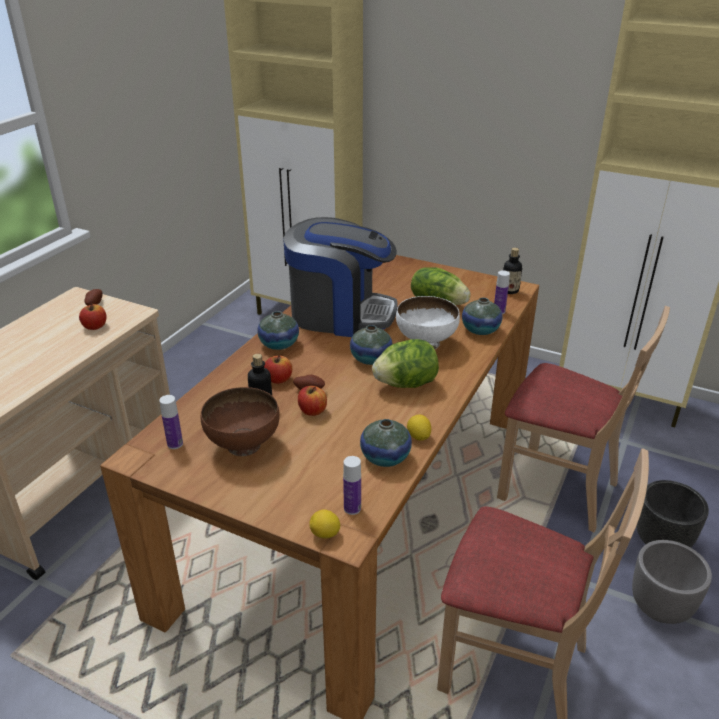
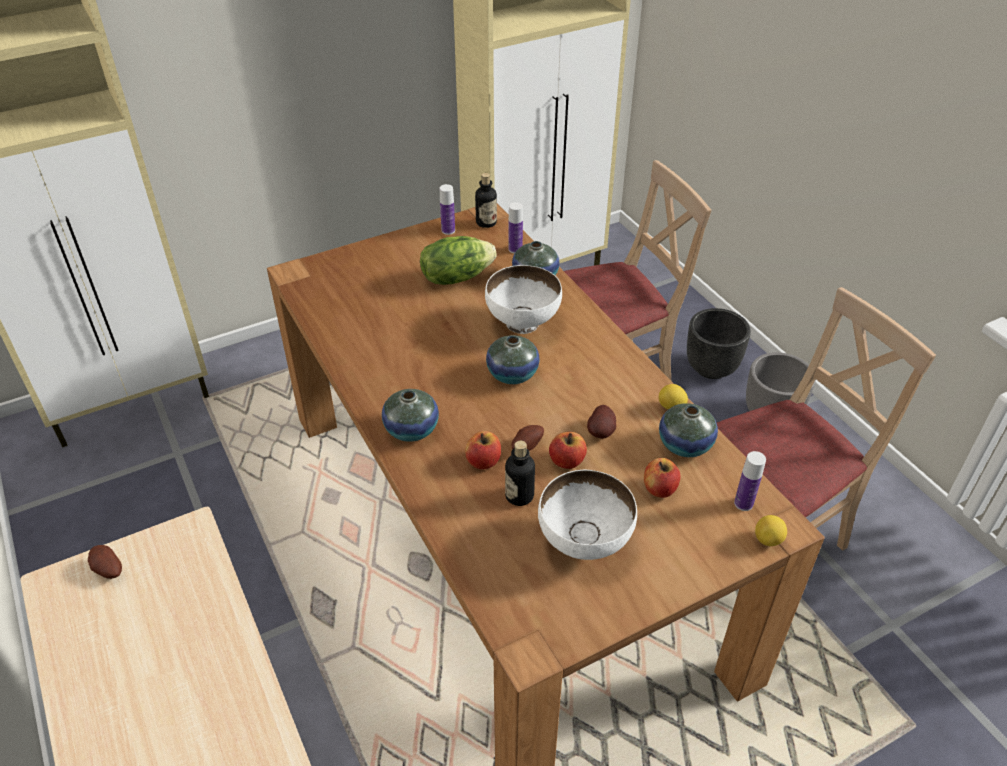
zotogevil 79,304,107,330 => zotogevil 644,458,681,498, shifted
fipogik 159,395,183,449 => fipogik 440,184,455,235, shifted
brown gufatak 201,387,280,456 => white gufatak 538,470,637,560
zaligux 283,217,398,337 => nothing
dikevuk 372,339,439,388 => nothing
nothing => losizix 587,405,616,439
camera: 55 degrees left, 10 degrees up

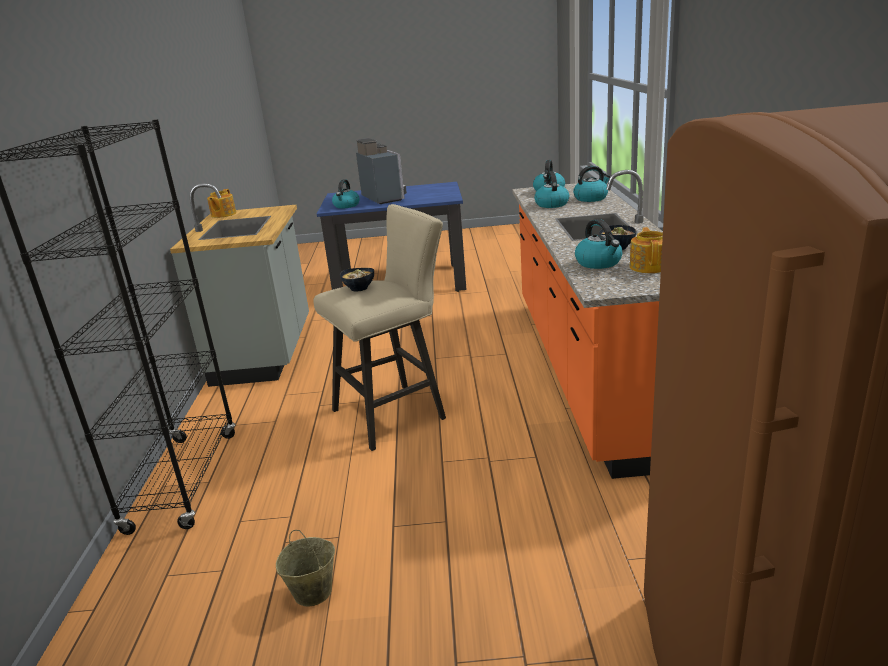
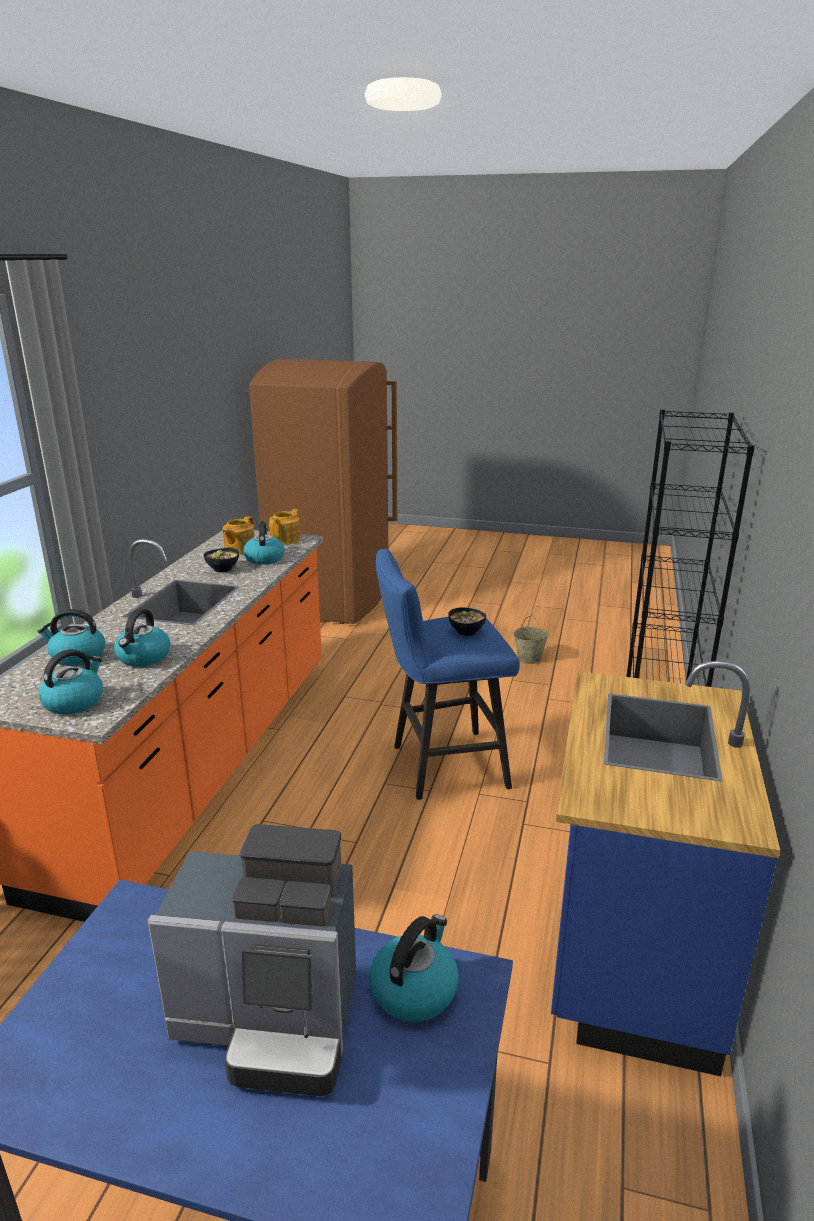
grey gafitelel 170,183,309,387 => blue gafitelel 551,661,780,1076
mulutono 207,189,236,218 => mulutono 269,509,300,545, shifted
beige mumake 313,204,446,451 => blue mumake 376,549,520,800
zaligux 356,138,407,204 => zaligux 148,824,356,1096, 75 degrees counterclockwise
camera: 165 degrees left, 0 degrees up

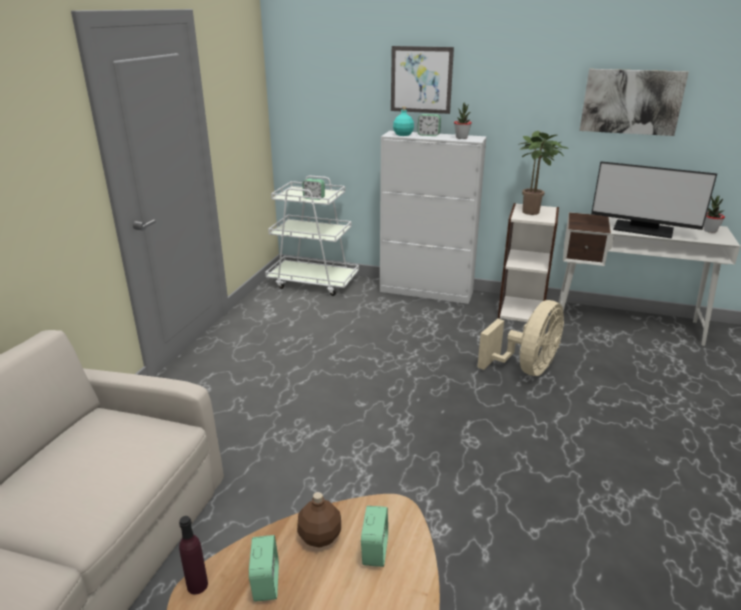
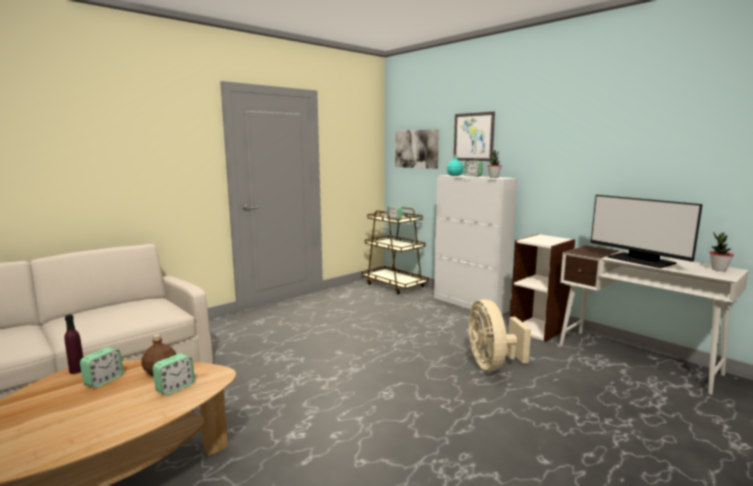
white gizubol 265,175,359,296 => brown gizubol 362,207,429,294
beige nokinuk 477,300,564,376 => beige nokinuk 468,299,531,371, 105 degrees clockwise
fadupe 518,131,569,215 => nothing
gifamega 580,69,689,136 => gifamega 395,129,439,169, shifted
camera: 30 degrees right, 15 degrees down

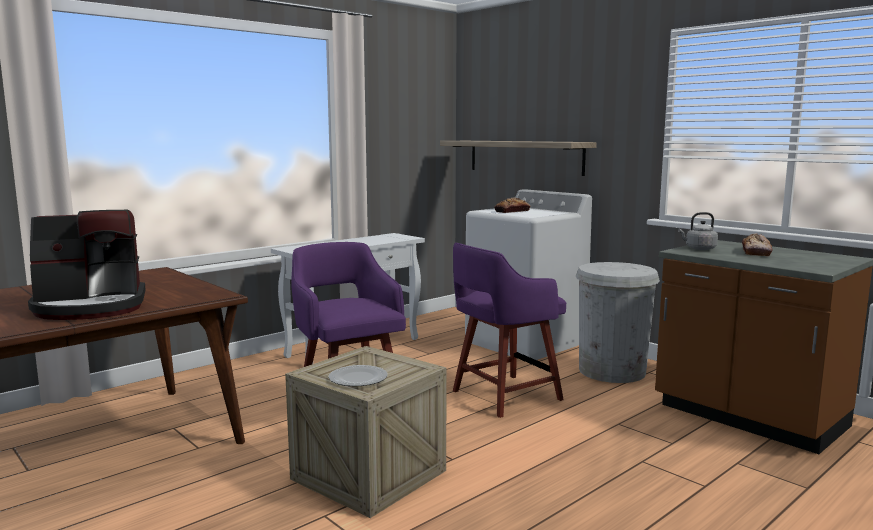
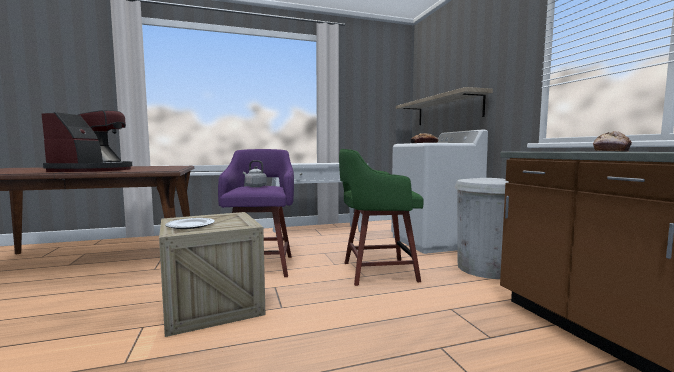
zaligux 28,209,146,320 => zaligux 41,110,132,172, 90 degrees counterclockwise
purple mumake 453,243,566,418 => green mumake 339,149,424,286
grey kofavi 678,212,718,250 => grey kofavi 243,160,267,187, shifted
camera: 25 degrees right, 5 degrees down

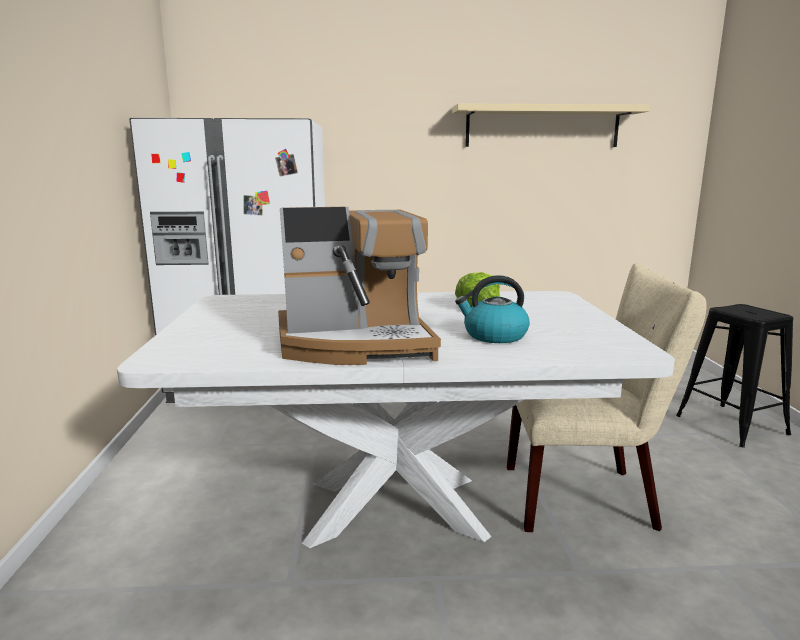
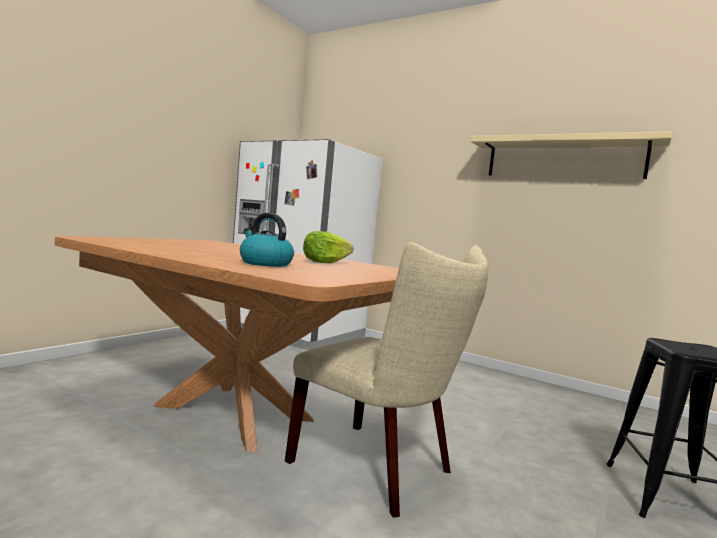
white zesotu 117,291,675,548 => brown zesotu 55,236,399,452
zaligux 278,207,441,365 => nothing
camera: 35 degrees right, 10 degrees down

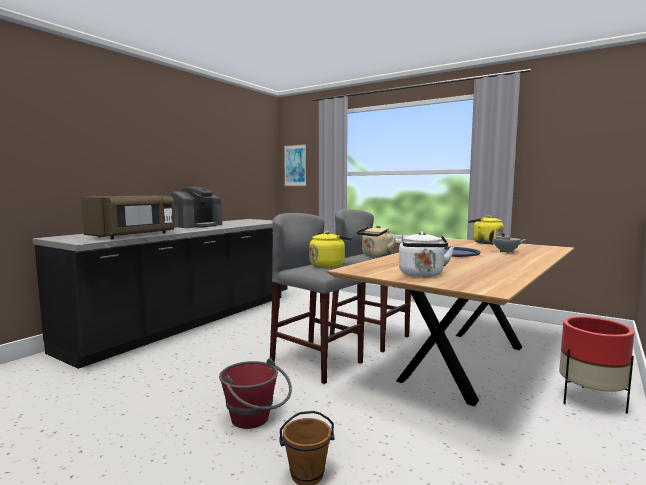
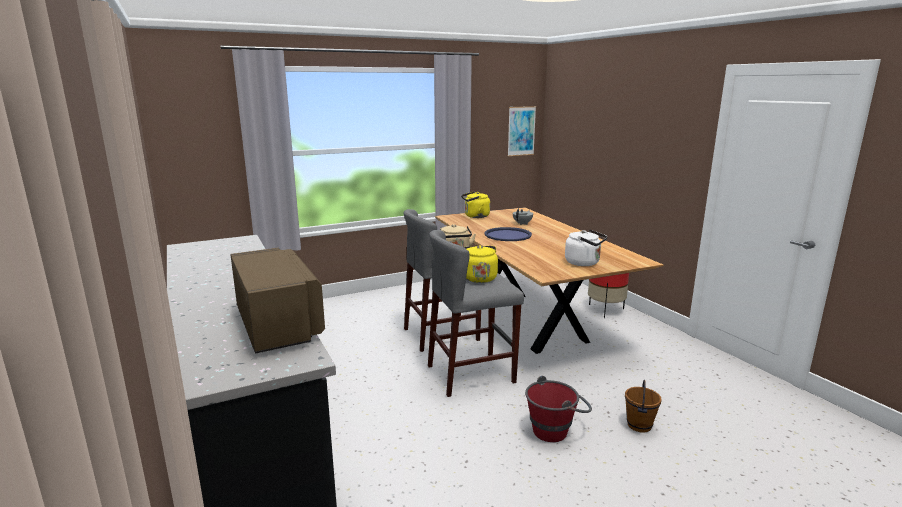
zaligux 171,187,222,228 => nothing
gifamega 284,144,306,186 => gifamega 508,106,536,156, shifted
camera: 60 degrees left, 10 degrees up

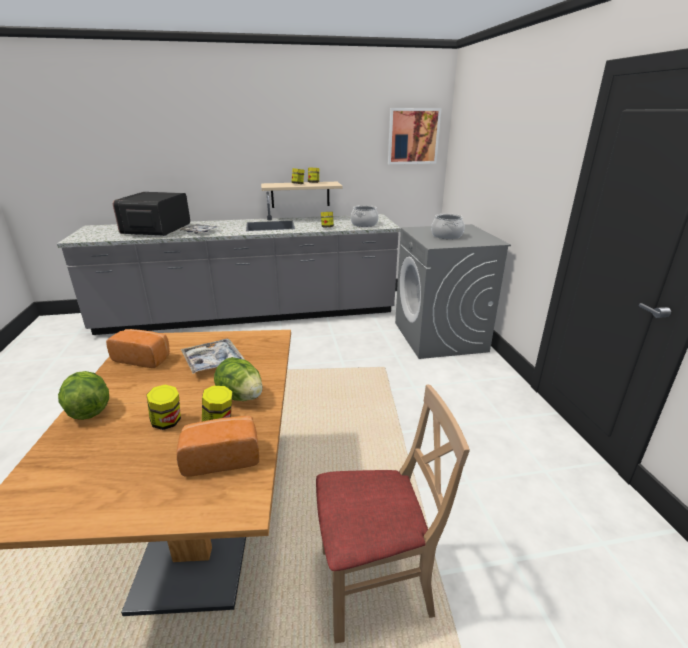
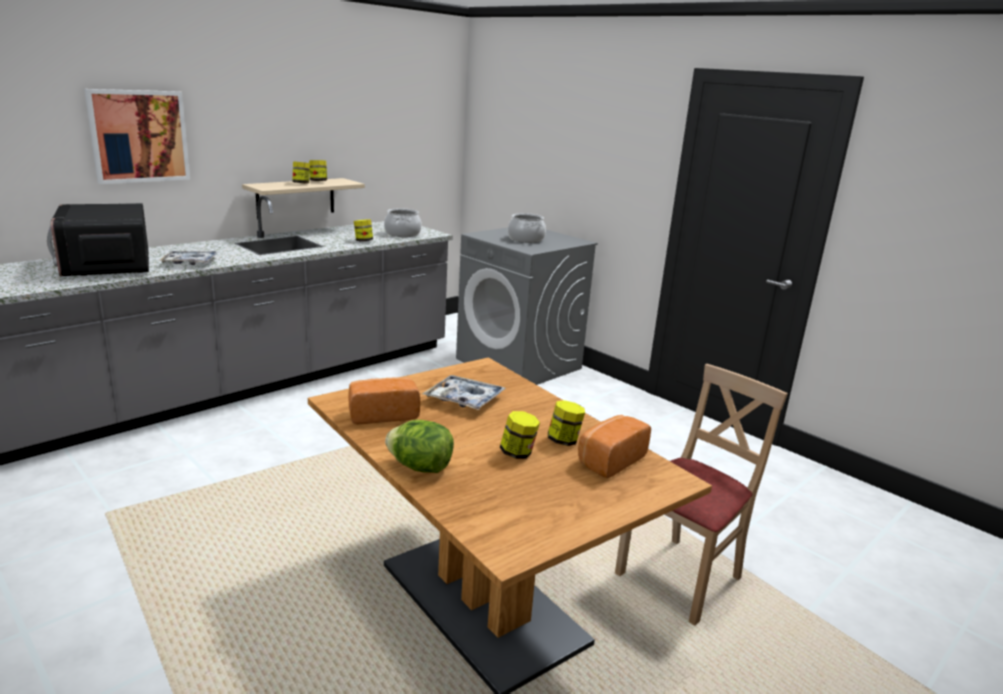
dikevuk 214,357,263,401 => nothing
gifamega 388,108,441,164 => gifamega 84,89,190,184, shifted
camera: 35 degrees left, 5 degrees down

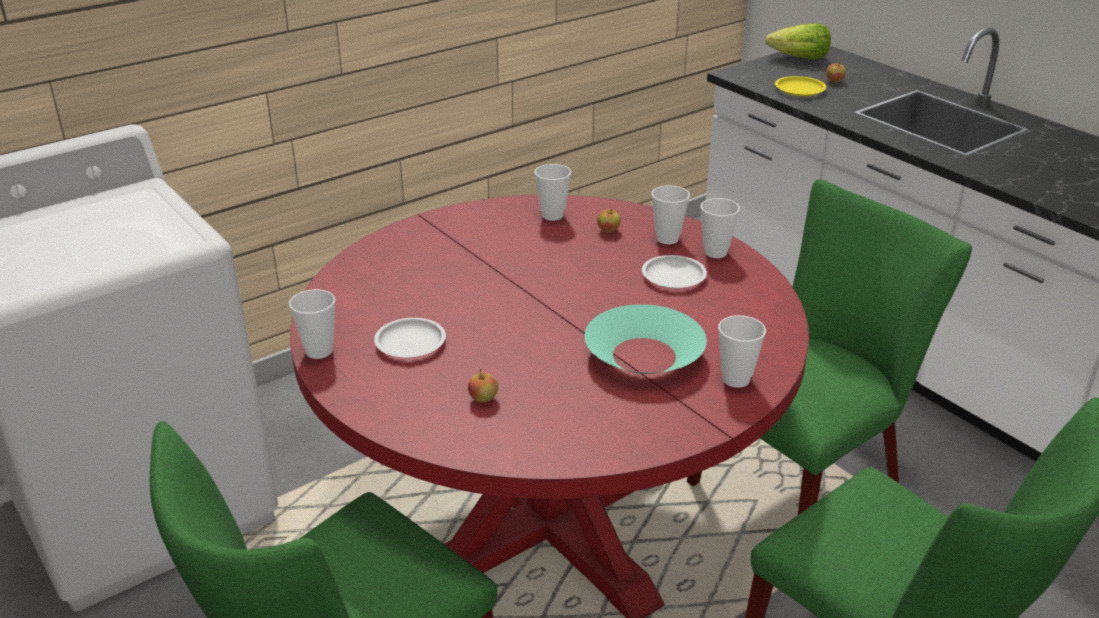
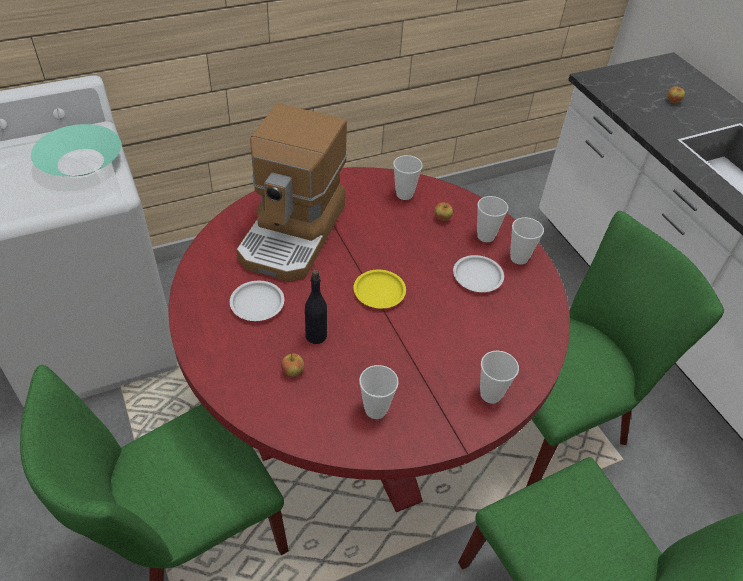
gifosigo 289,289,335,359 => gifosigo 359,365,399,419, shifted
turquoise gufatak 585,304,707,374 => turquoise gufatak 31,124,122,176, shifted
dikevuk 765,23,831,60 => nothing
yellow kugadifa 775,76,826,96 => yellow kugadifa 353,270,406,308, shifted
nothing => zaligux 236,103,347,282
nothing => black fipogik 305,270,327,344
camera: 10 degrees right, 15 degrees up

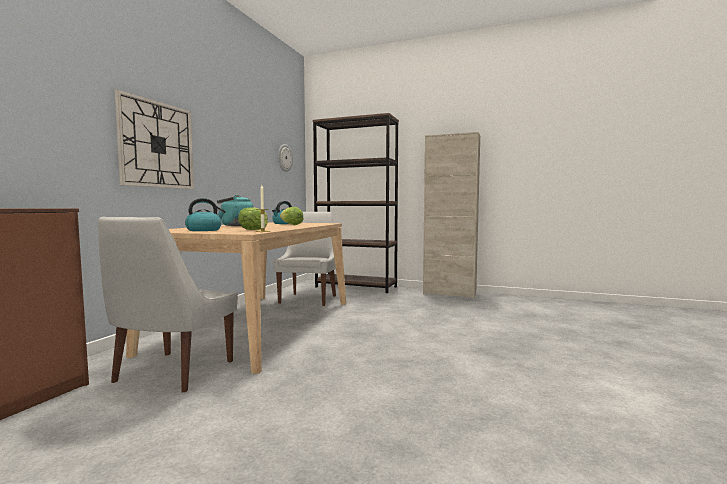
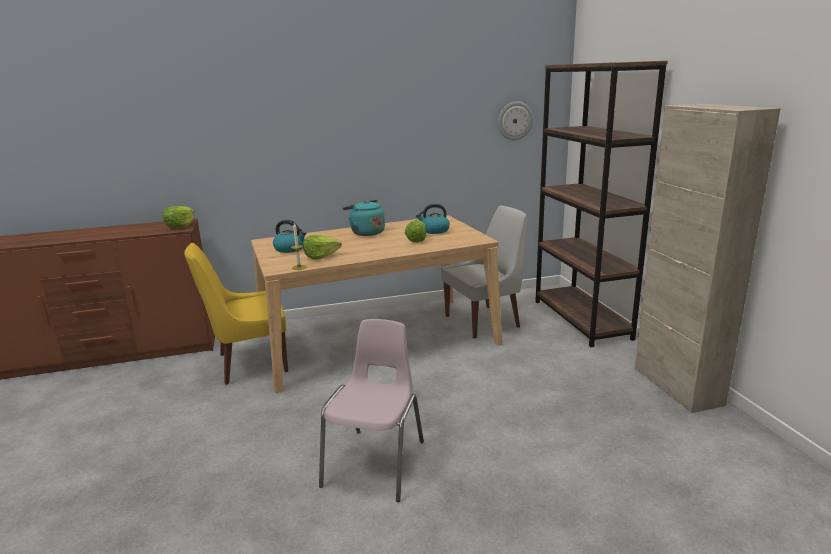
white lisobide 98,217,238,393 => yellow lisobide 184,243,288,385
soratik 115,89,194,189 => nothing
nothing => dikevuk 162,206,194,228
nothing => pink lisobide 319,319,424,502
camera: 55 degrees right, 15 degrees up

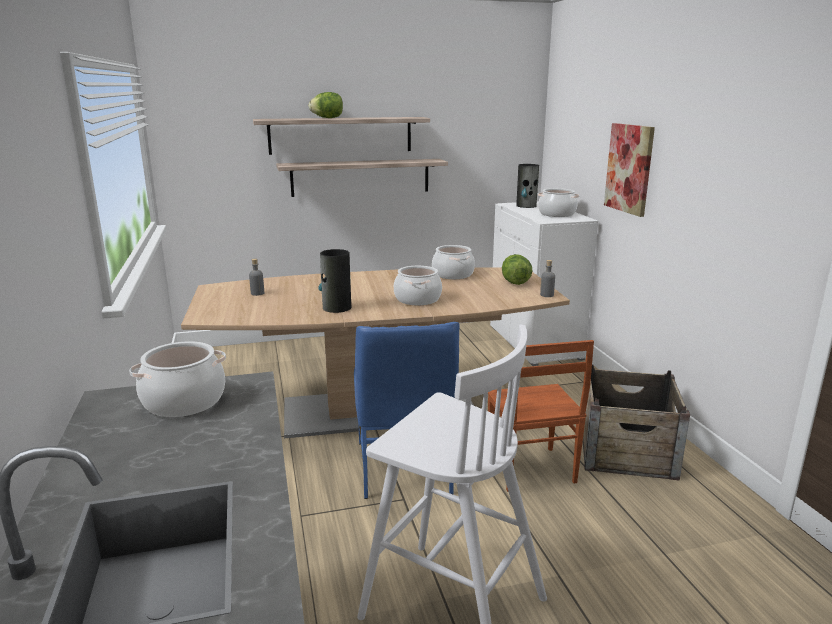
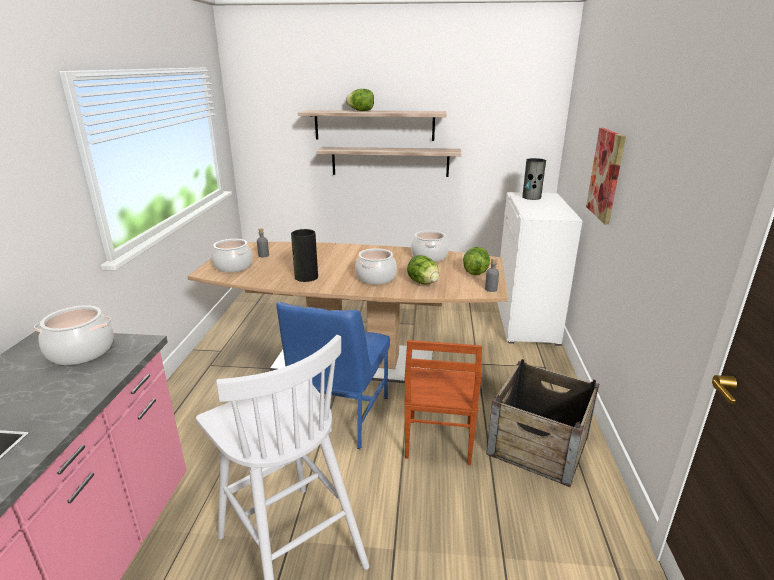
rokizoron 537,188,580,217 => rokizoron 211,239,253,272, shifted
nothing => dikevuk 407,255,439,284
camera: 20 degrees right, 5 degrees up

